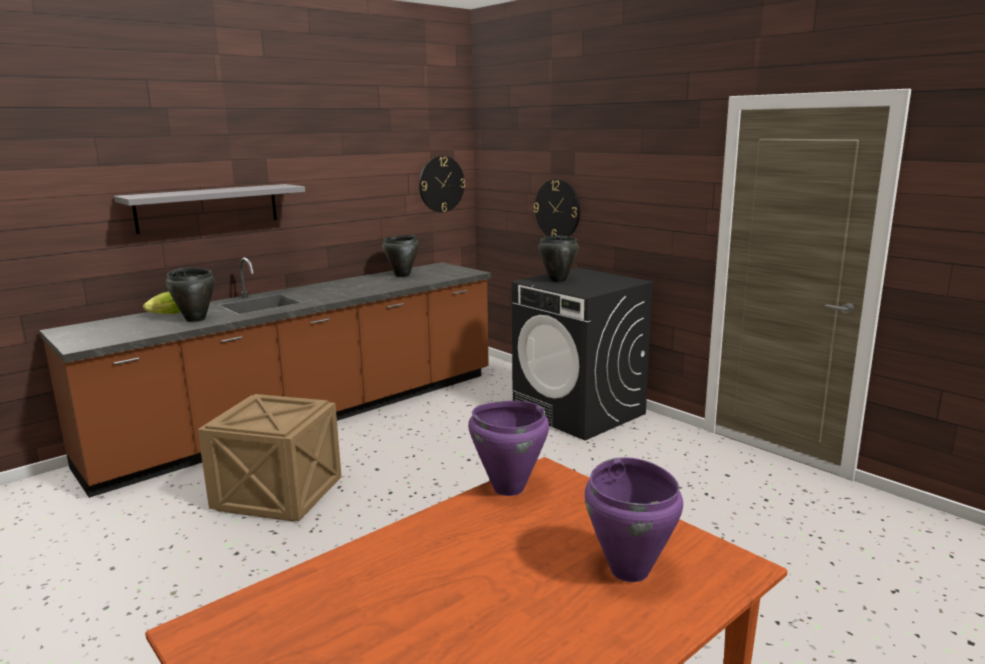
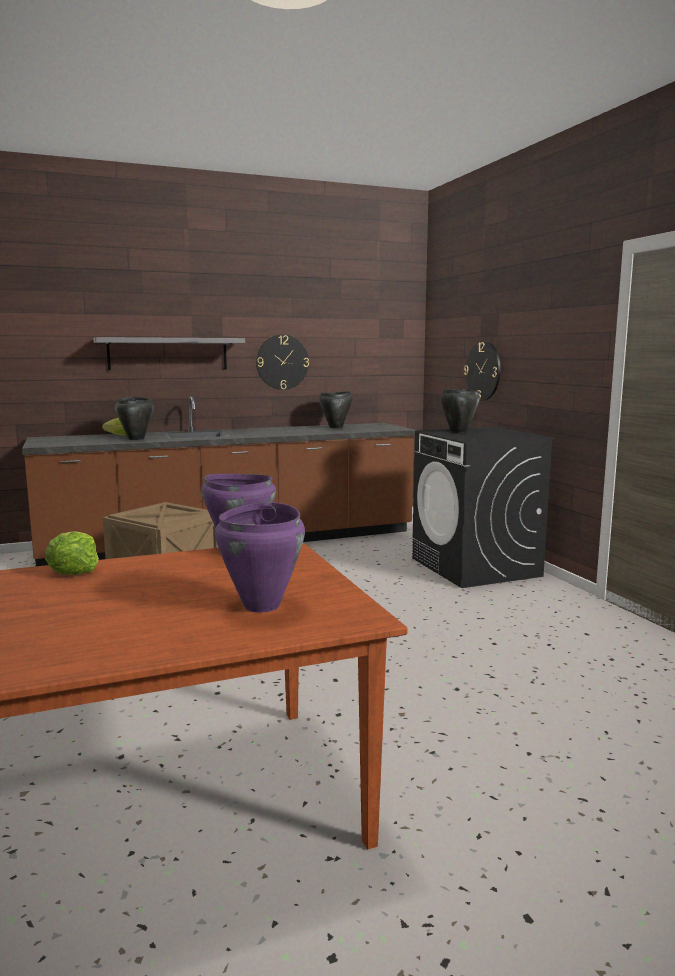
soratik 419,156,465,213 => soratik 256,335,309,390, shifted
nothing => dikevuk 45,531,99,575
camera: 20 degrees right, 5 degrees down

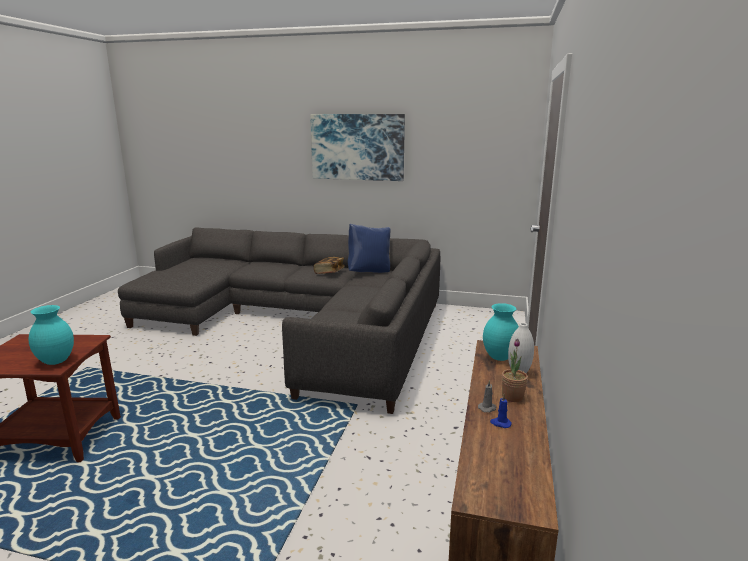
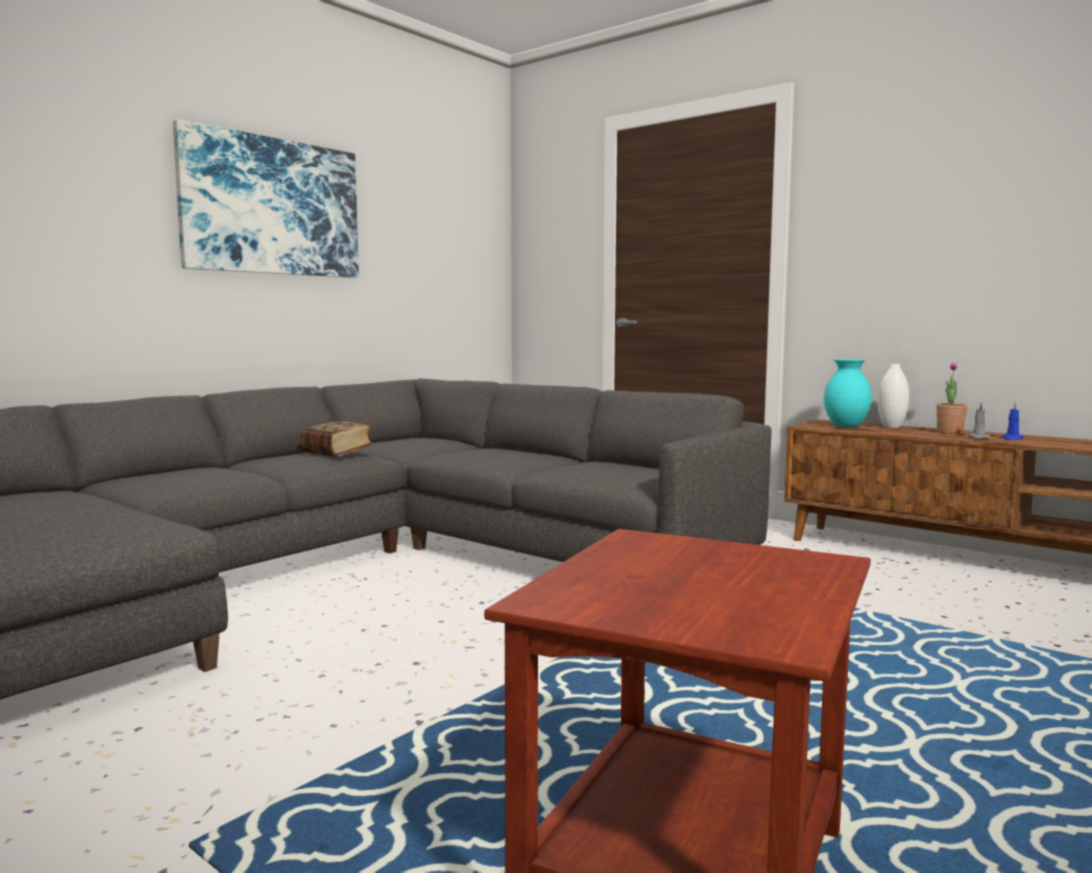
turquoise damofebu 29,305,74,365 => nothing
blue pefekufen 347,224,390,273 => nothing
camera: 65 degrees left, 10 degrees down

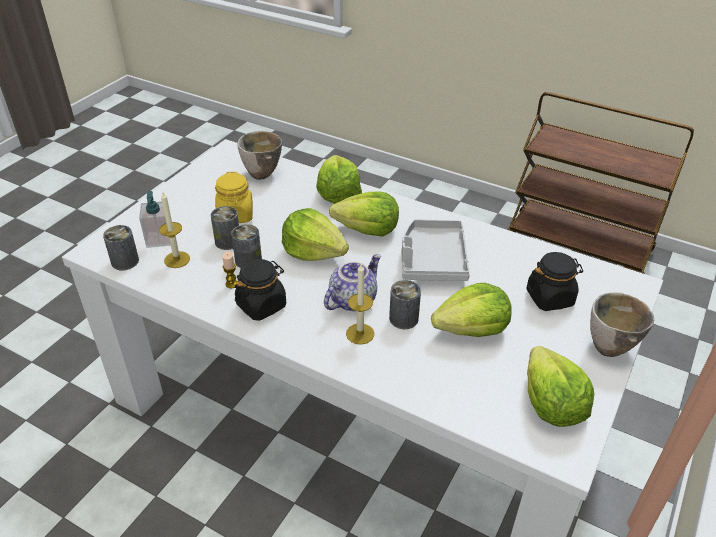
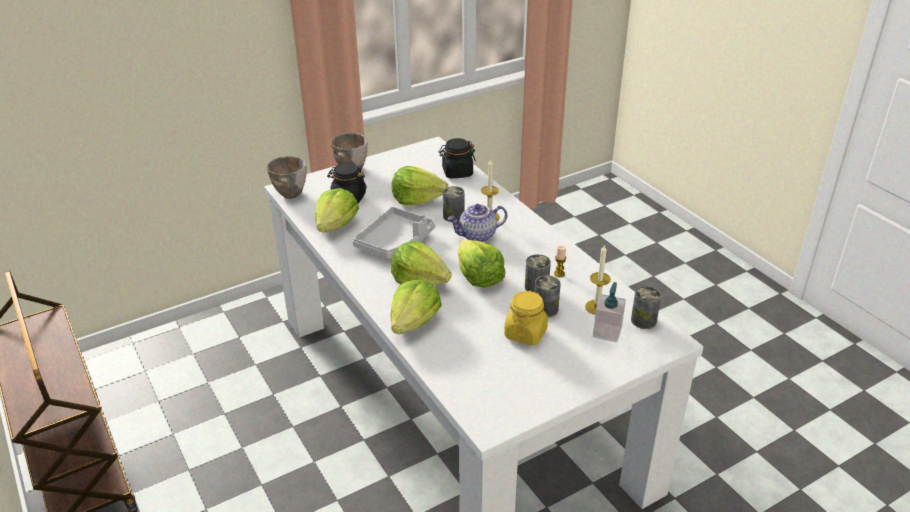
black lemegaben 235,259,286,321 => black lemegaben 439,138,476,178, shifted
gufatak 237,131,282,180 => gufatak 267,156,307,199, shifted
dikevuk 527,346,594,427 => dikevuk 316,188,359,232, shifted
camera: 150 degrees left, 5 degrees down

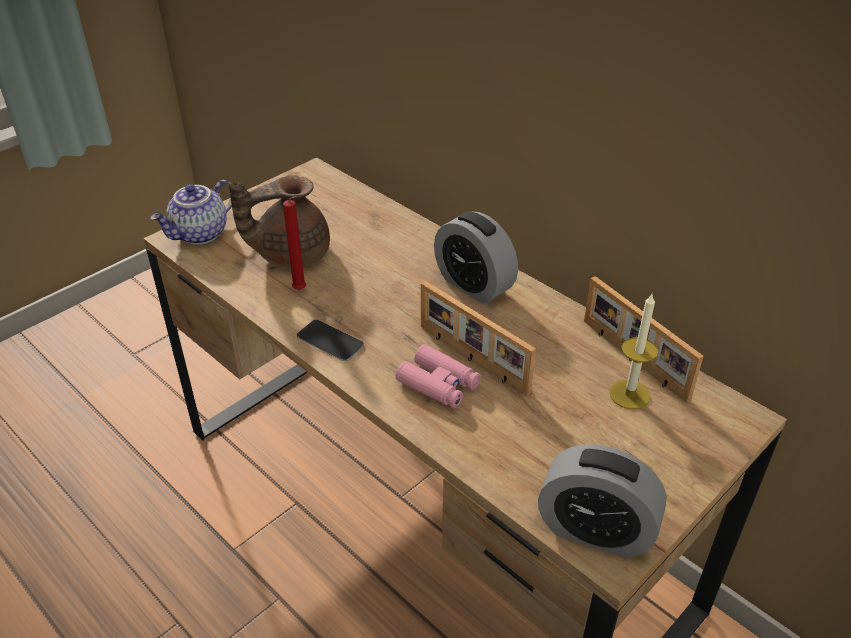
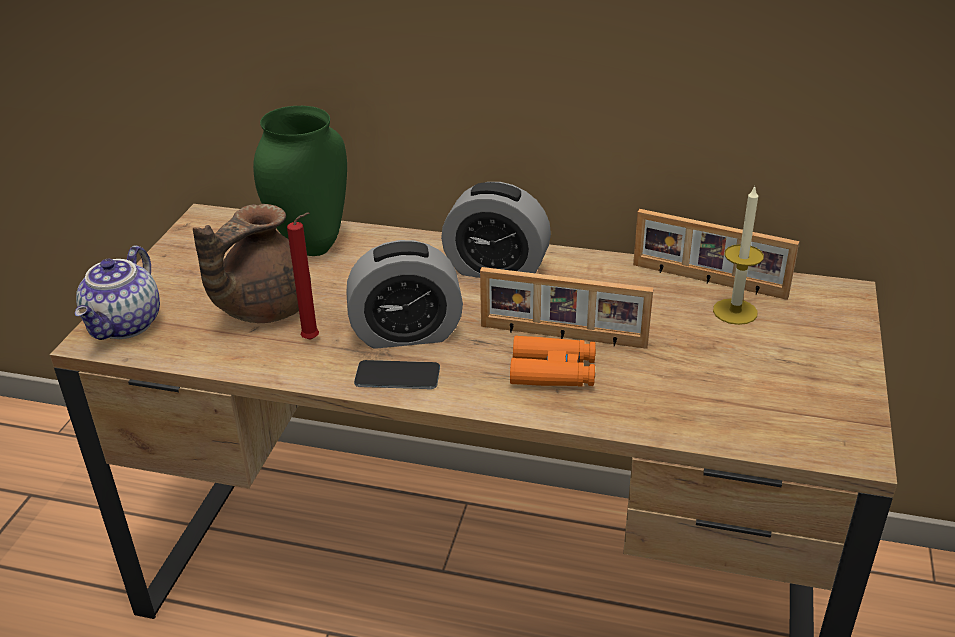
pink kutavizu 396,344,481,408 => orange kutavizu 510,336,596,387
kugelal 538,445,667,558 => kugelal 346,240,463,349, shifted
nothing => green damofebu 253,106,347,256
camera: 30 degrees left, 5 degrees down

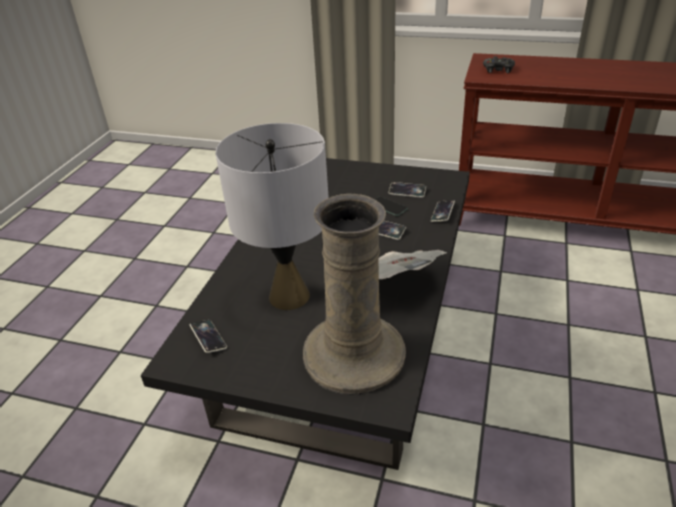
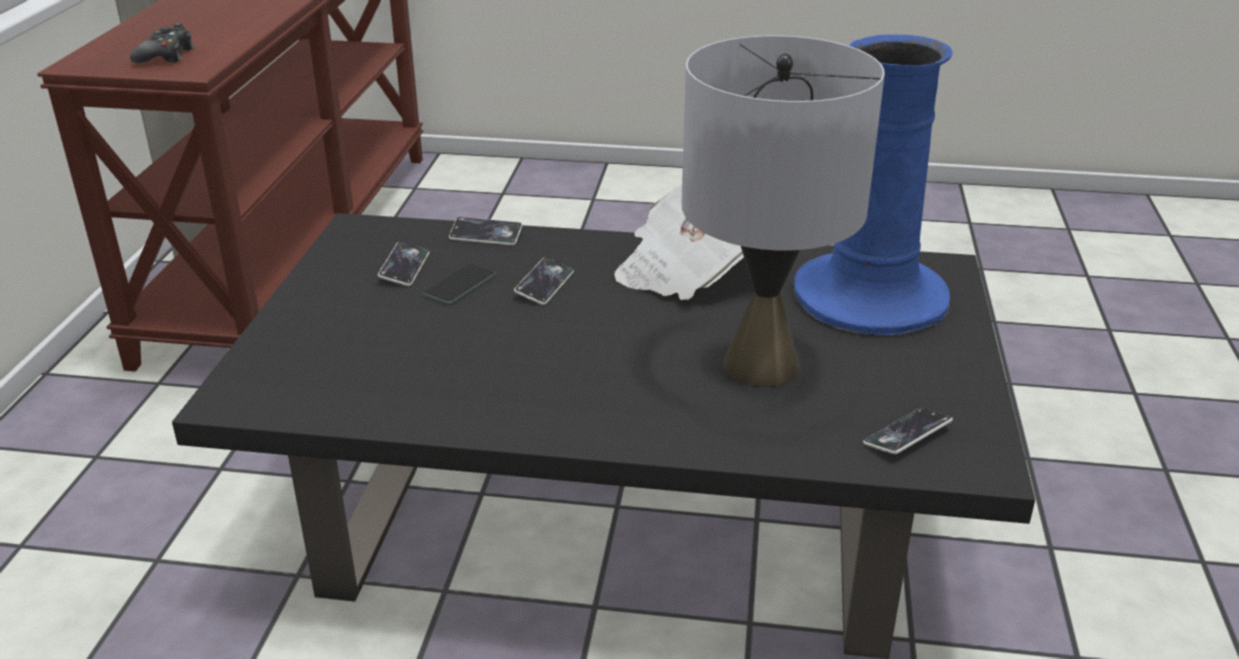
beige damofebu 303,194,406,395 => blue damofebu 794,35,953,336
camera: 100 degrees left, 5 degrees down

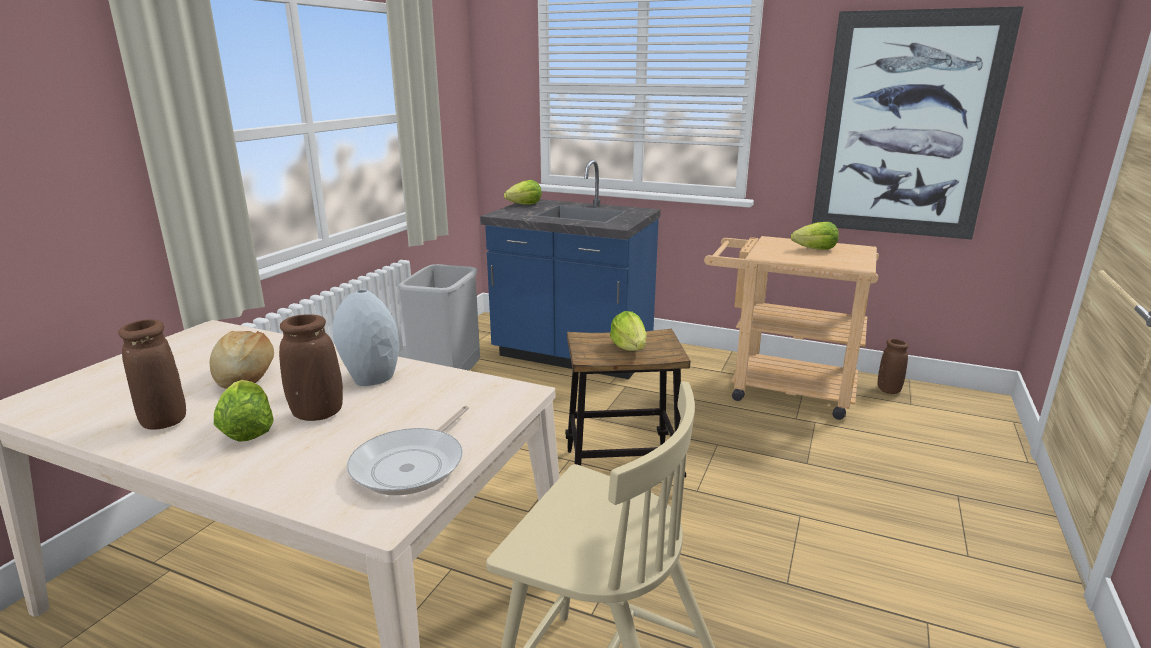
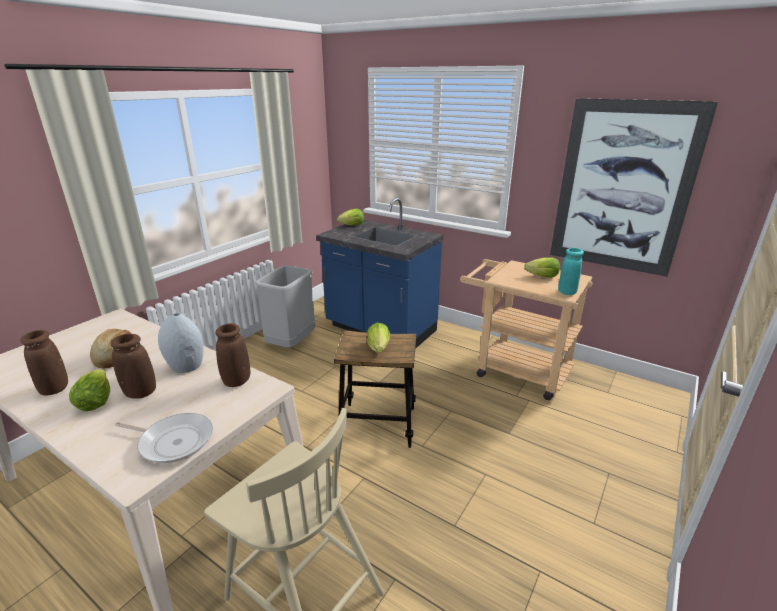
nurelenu 347,406,469,495 => nurelenu 115,413,213,463, 105 degrees counterclockwise
brown damofebu 878,339,909,394 => brown damofebu 215,323,250,387, shifted
nothing => turquoise damofebu 558,248,584,295
camera: 10 degrees right, 5 degrees up

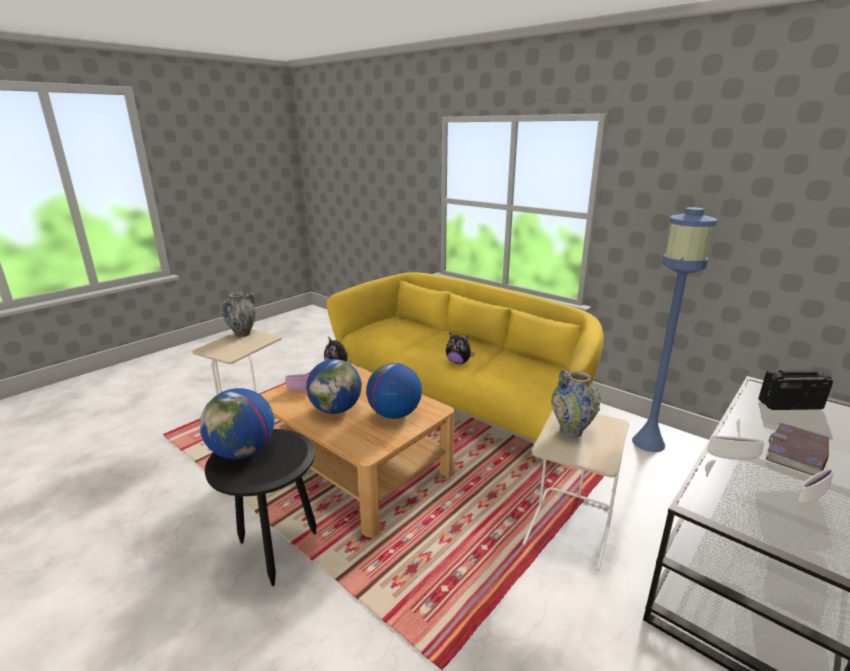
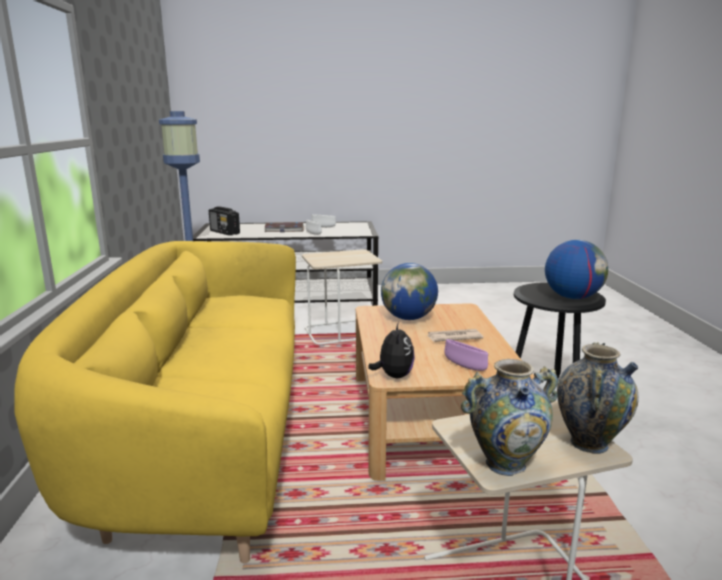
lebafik 306,359,362,414 => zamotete 426,329,484,342
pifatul 446,333,475,364 => nothing
damofebu 552,369,601,438 => damofebu 557,342,639,454, shifted
camera: 135 degrees left, 5 degrees down

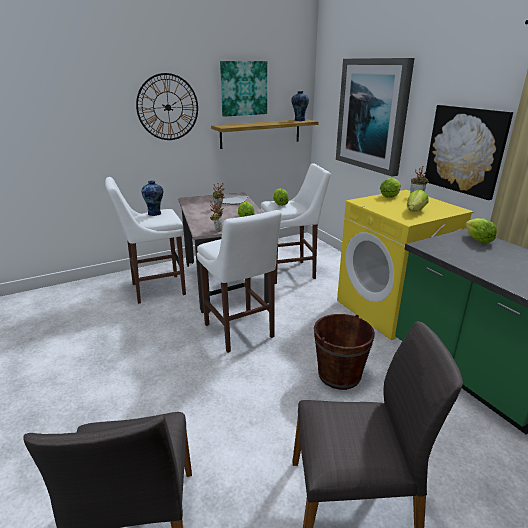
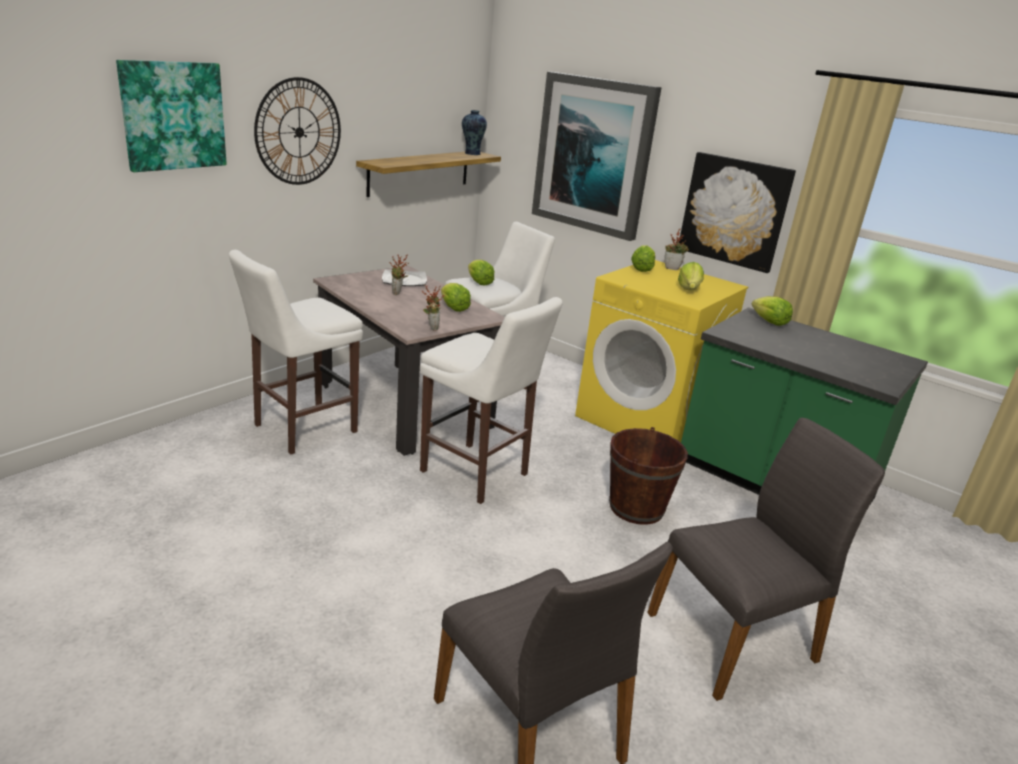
damofebu 141,181,163,216 => nothing
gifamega 220,61,267,117 => gifamega 116,60,227,172, shifted
camera: 25 degrees left, 0 degrees up

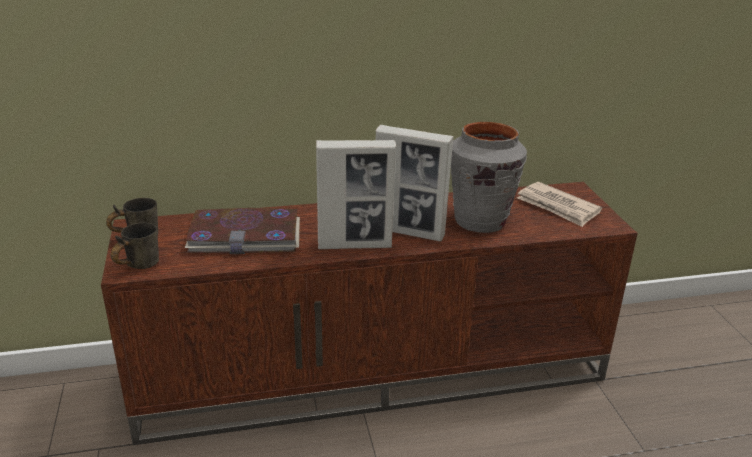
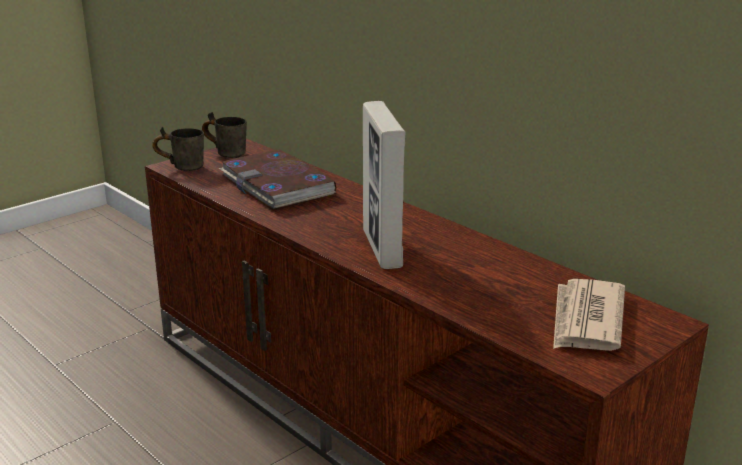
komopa 316,140,396,249 => nothing
grey damofebu 451,122,527,233 => nothing
camera: 60 degrees right, 5 degrees down

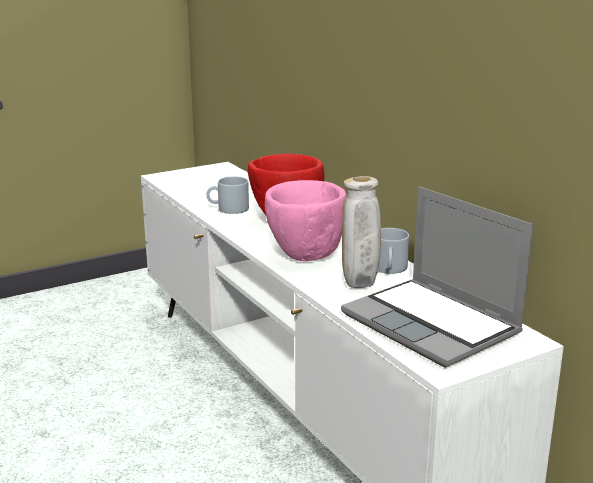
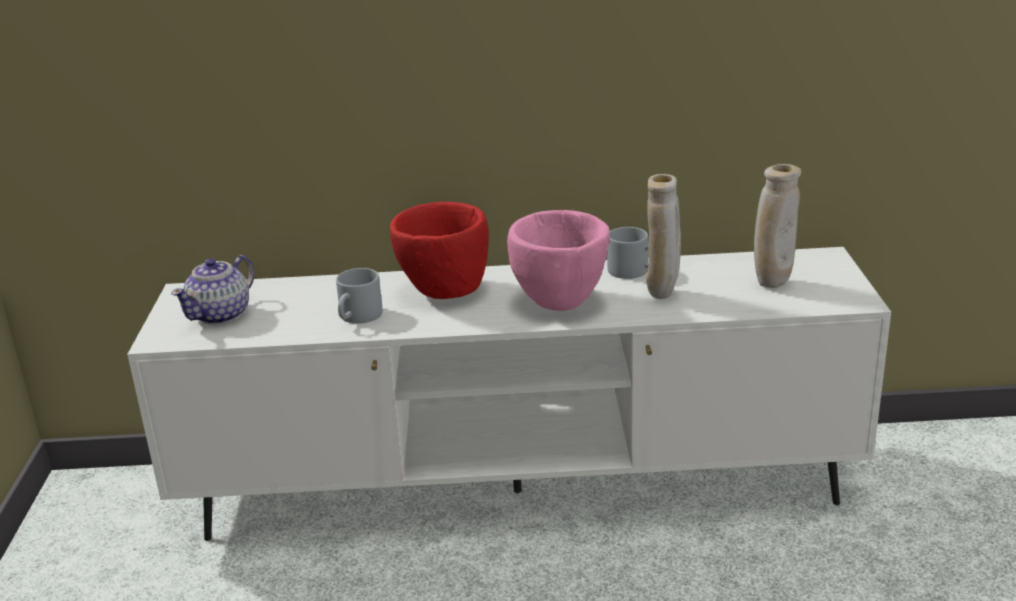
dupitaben 341,186,533,368 => beige damofebu 754,164,801,288
nothing => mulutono 171,255,255,325
camera: 60 degrees left, 5 degrees up

